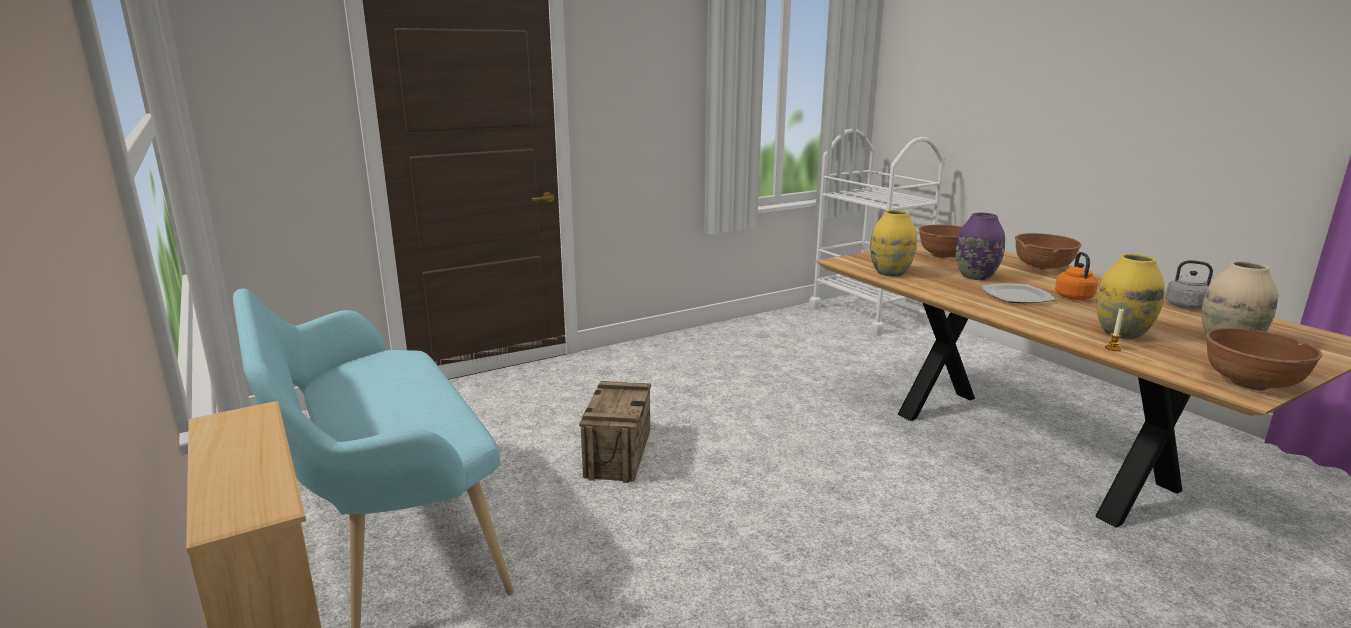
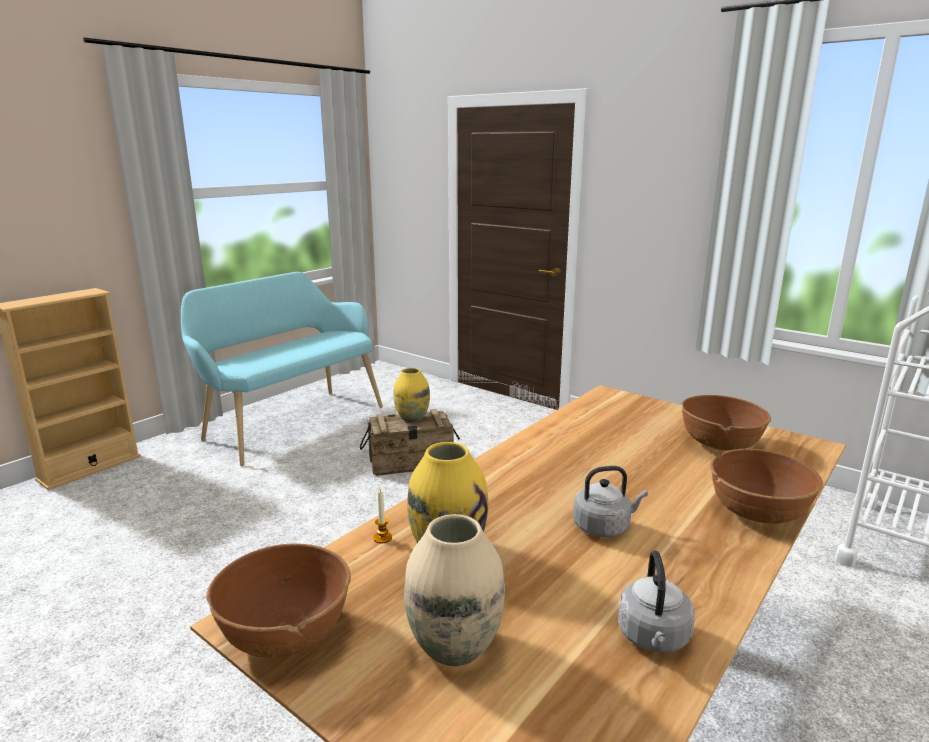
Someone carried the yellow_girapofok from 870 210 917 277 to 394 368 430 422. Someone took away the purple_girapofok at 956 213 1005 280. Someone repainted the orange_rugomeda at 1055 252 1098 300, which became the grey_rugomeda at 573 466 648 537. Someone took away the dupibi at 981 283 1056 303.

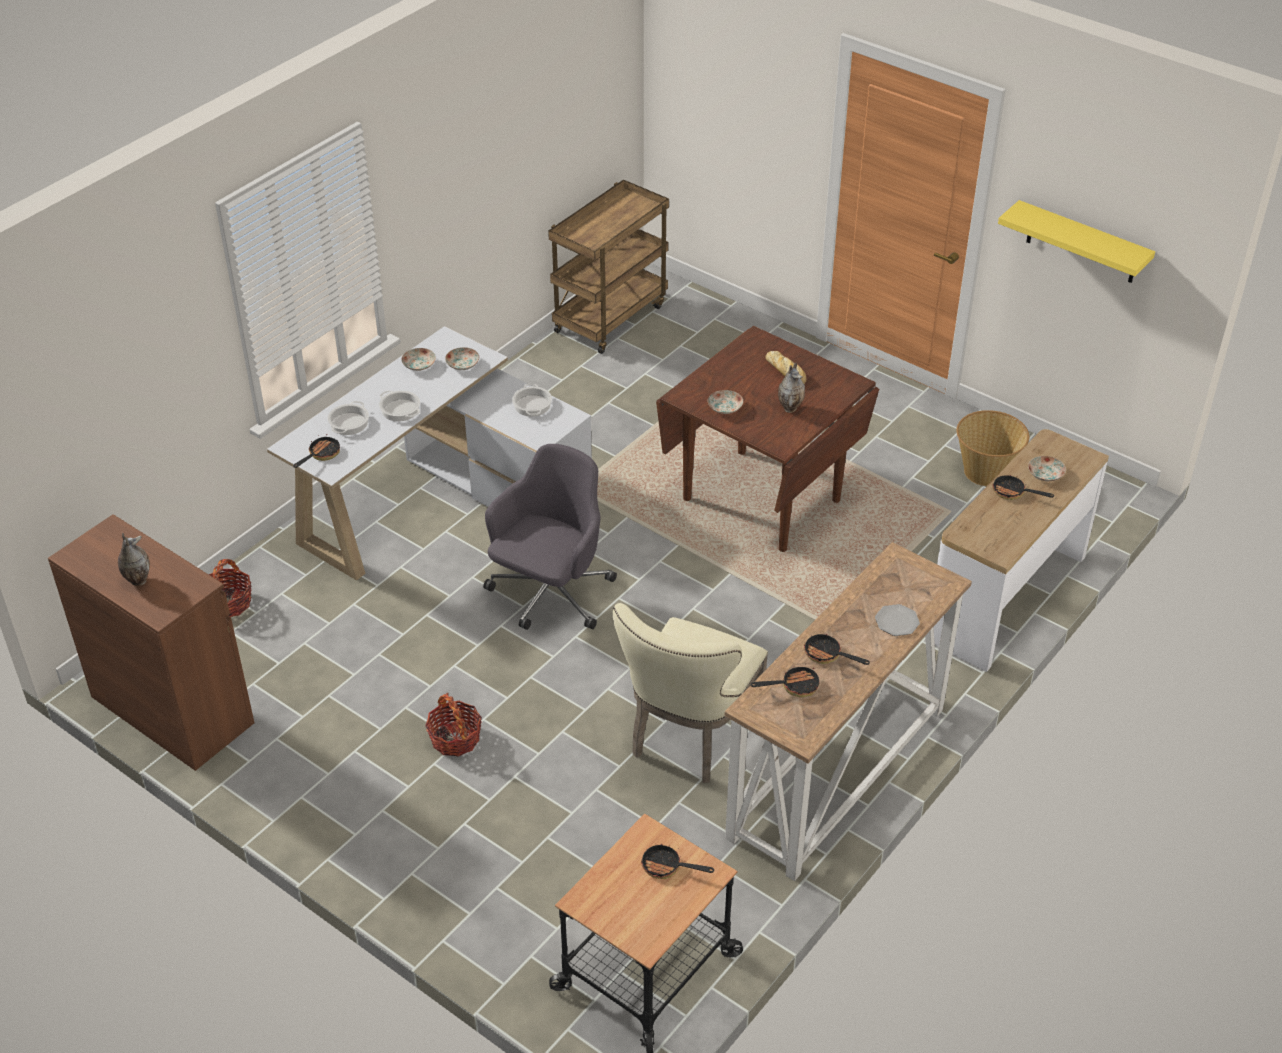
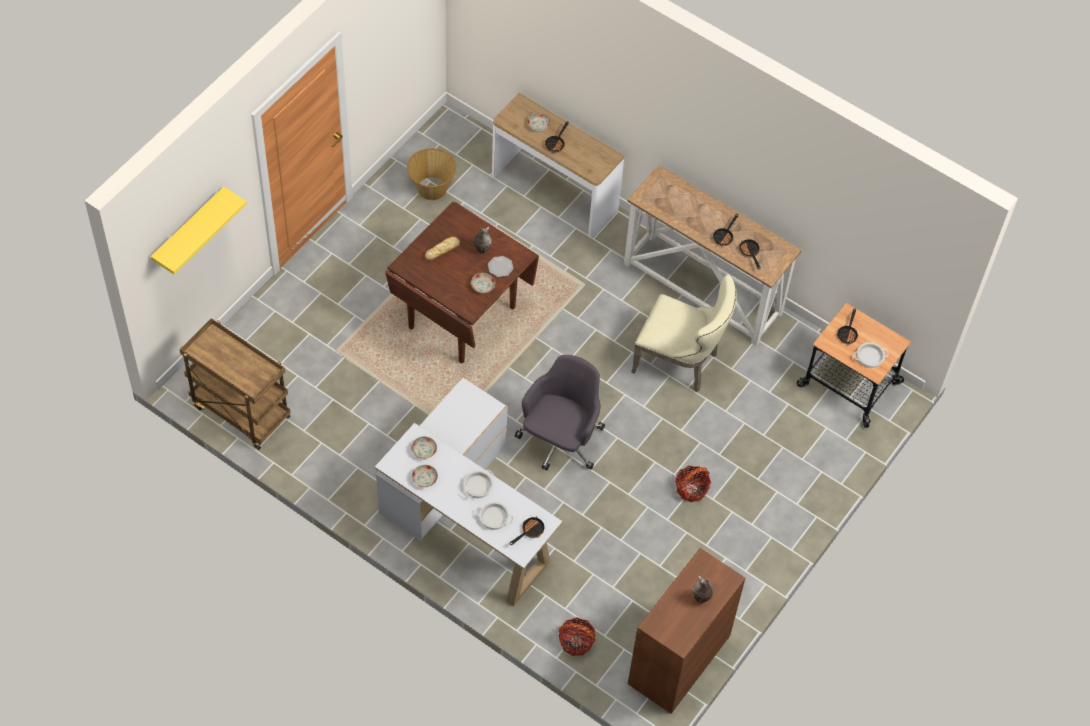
Someone carried the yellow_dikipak from 998 200 1155 283 to 151 187 247 274. Someone carried the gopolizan from 512 383 552 417 to 854 342 889 368. Someone rotated the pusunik at 293 434 340 468 by 105 degrees clockwise. Someone rotated the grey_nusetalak at 483 444 617 630 by 90 degrees clockwise. Someone carried the dupibi from 875 604 920 636 to 488 256 513 277.

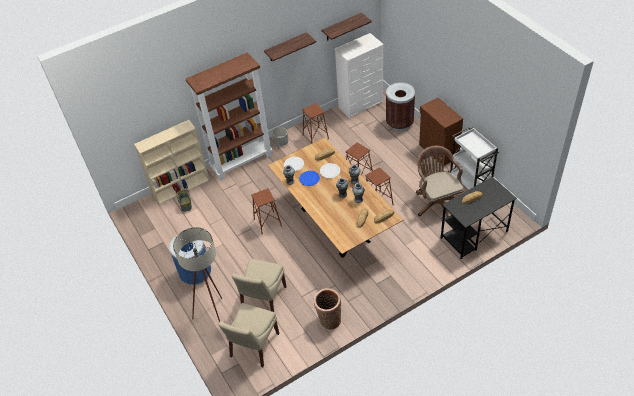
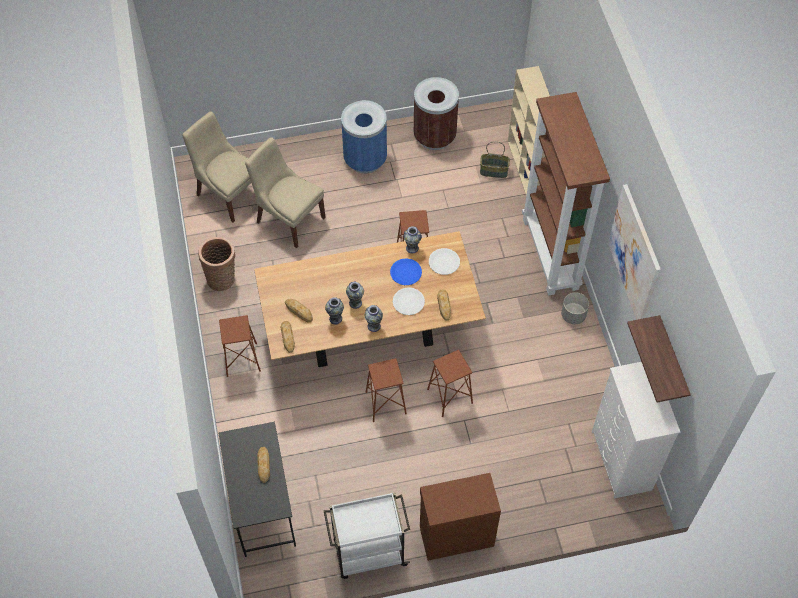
Someone swapped the dikipak at 264 32 316 61 for the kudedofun at 608 184 661 320. Someone carried the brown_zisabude from 386 82 415 131 to 413 77 459 150. Someone carried the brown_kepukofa from 302 103 329 144 to 219 315 261 377. Someone took away the brown_nusetalak at 416 146 464 217. Someone took away the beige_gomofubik at 173 227 222 322.

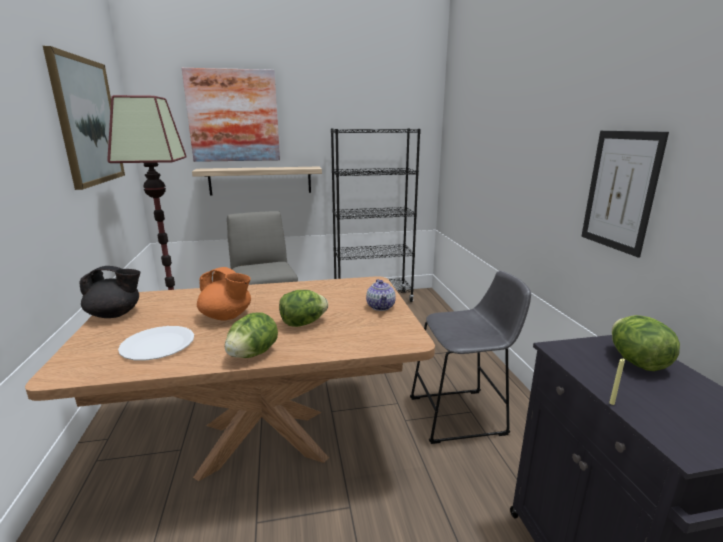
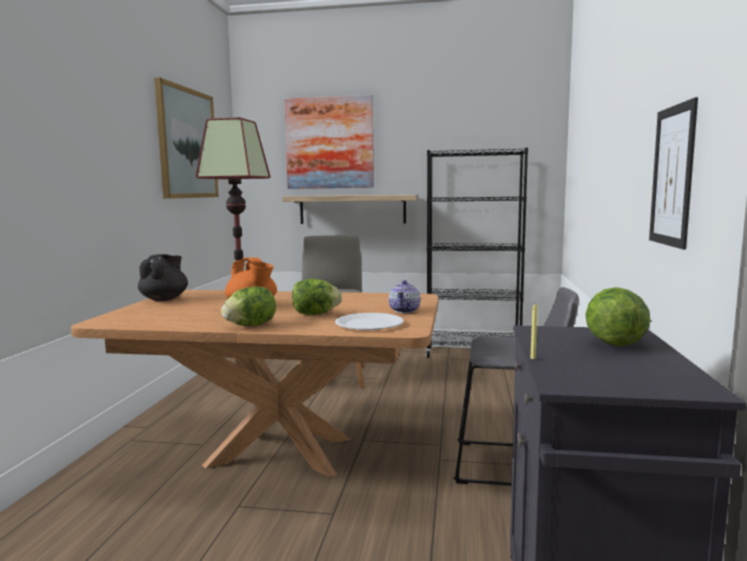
Someone rotated the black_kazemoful at 79 266 140 318 by 90 degrees counterclockwise. Someone carried the white_dupibi from 118 326 194 361 to 335 313 404 330.

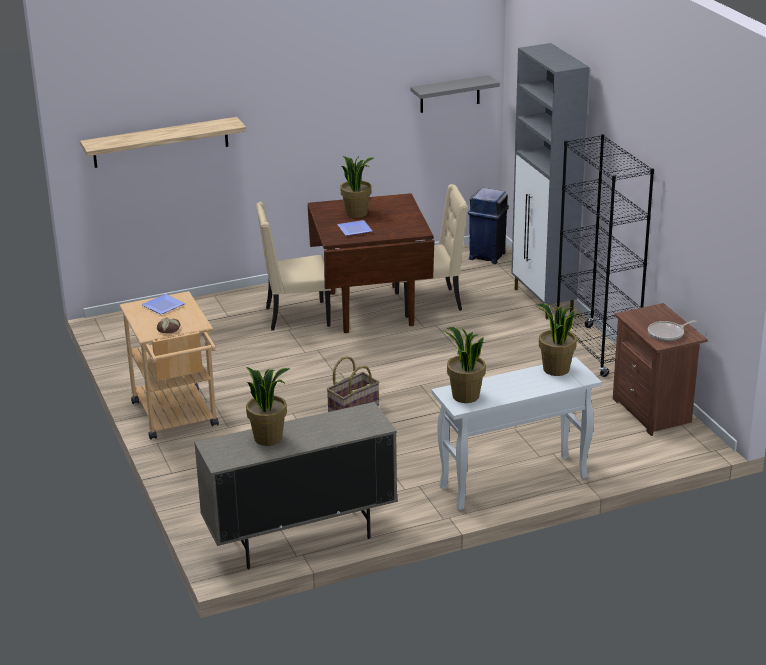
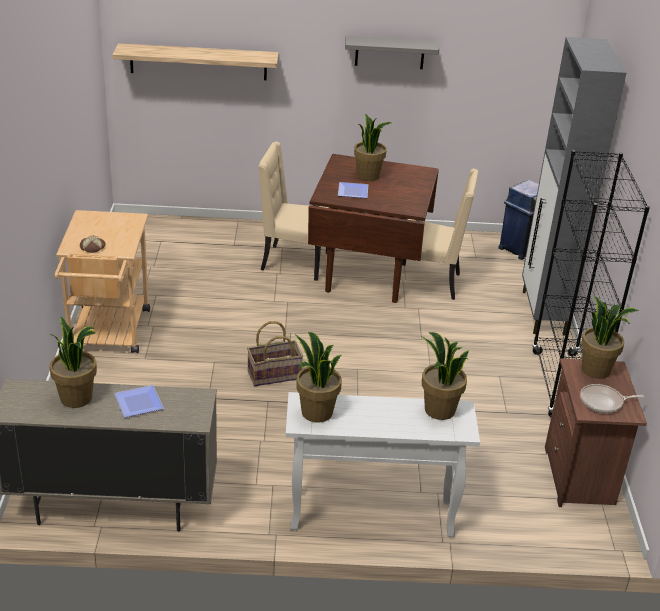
Someone carried the grey_dikipak from 411 75 500 113 to 345 36 439 69. Someone carried the dupibi from 142 294 185 314 to 114 385 164 417. Someone put down the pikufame at 581 296 639 379.

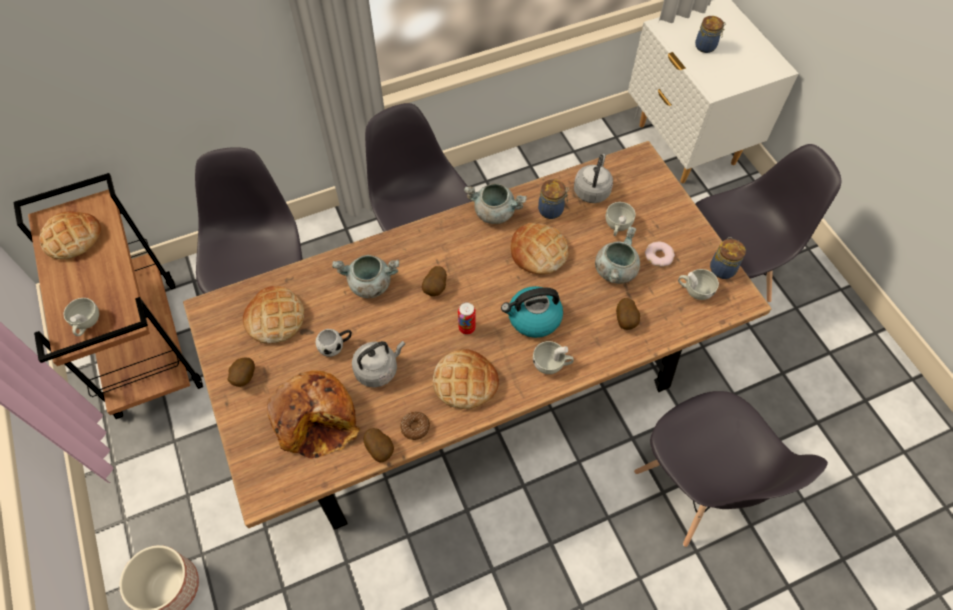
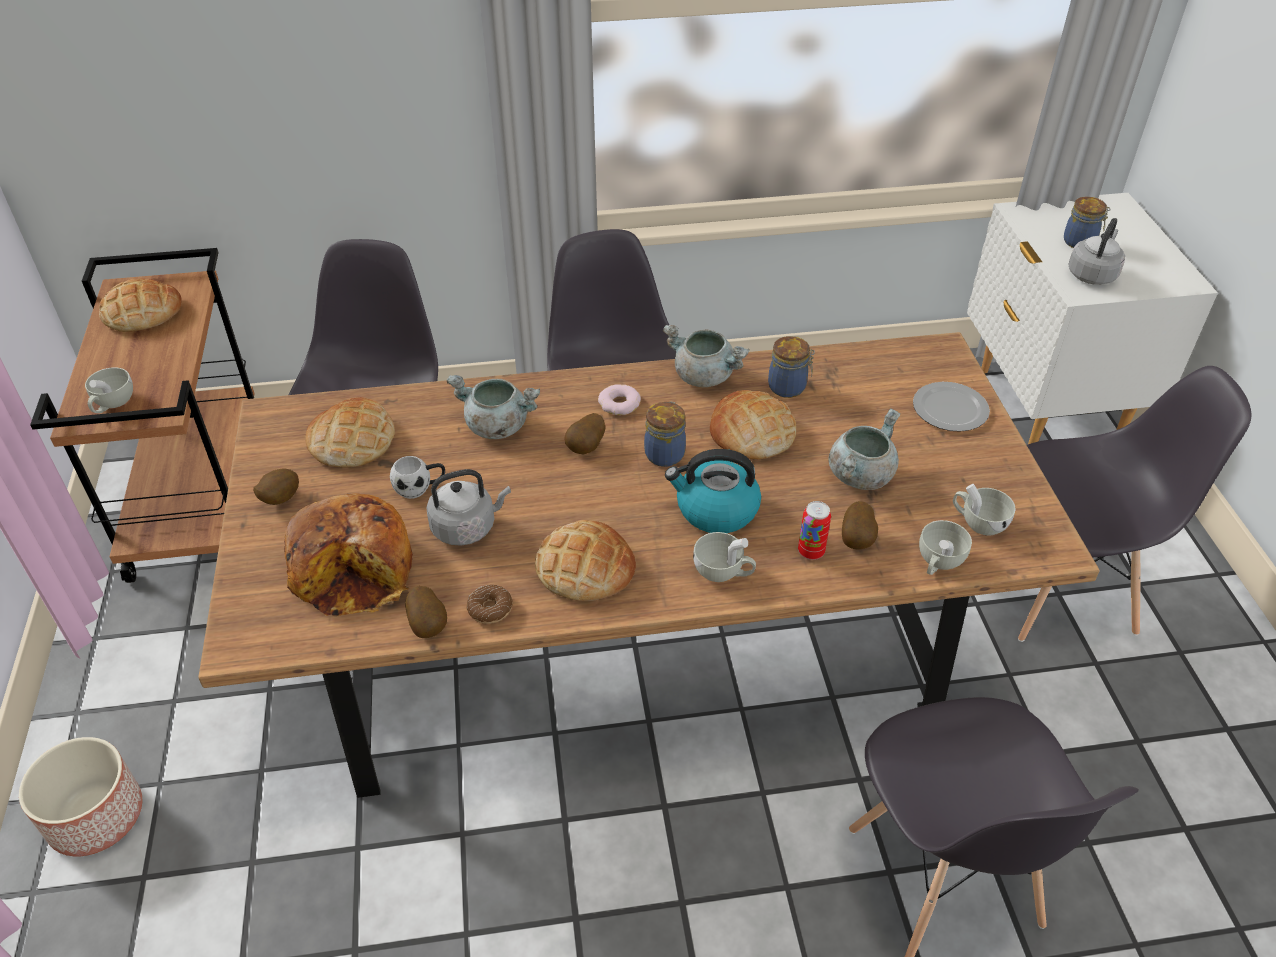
Someone carried the grey_rugomeda from 574 154 613 203 to 1068 218 1125 285. Someone carried the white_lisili from 606 202 636 236 to 919 520 972 575. Someone carried the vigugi from 710 237 746 279 to 644 401 686 467. Someone carried the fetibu from 645 241 675 267 to 598 384 641 415. Someone carried the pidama from 458 302 476 335 to 798 501 831 560. Someone put down the dupibi at 913 382 990 432.

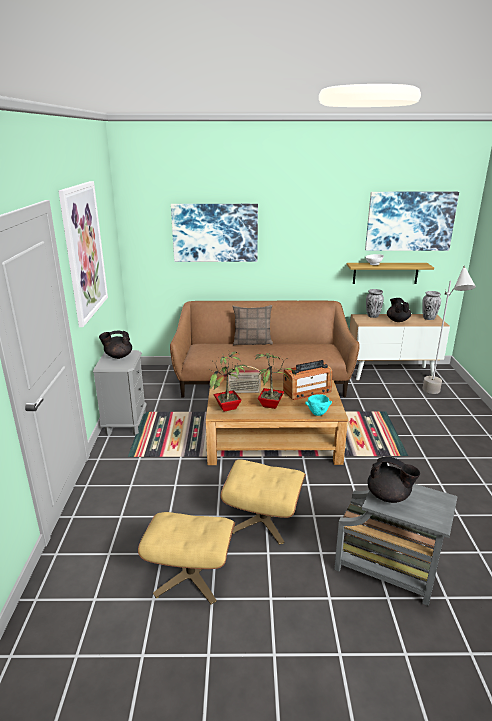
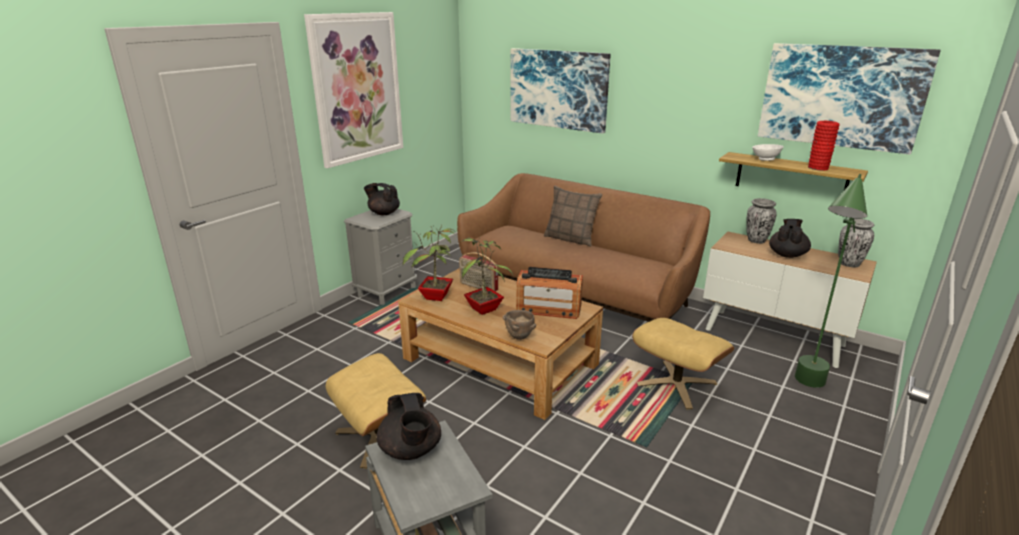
Someone repainted the grey_gomofubik at 422 266 476 394, which became the green_gomofubik at 795 174 867 388. Someone repainted the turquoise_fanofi at 305 394 332 416, which became the brown_fanofi at 503 310 536 340. Someone carried the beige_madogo from 138 512 235 605 to 632 318 734 409. Someone put down the red_girapofok at 808 121 840 171.

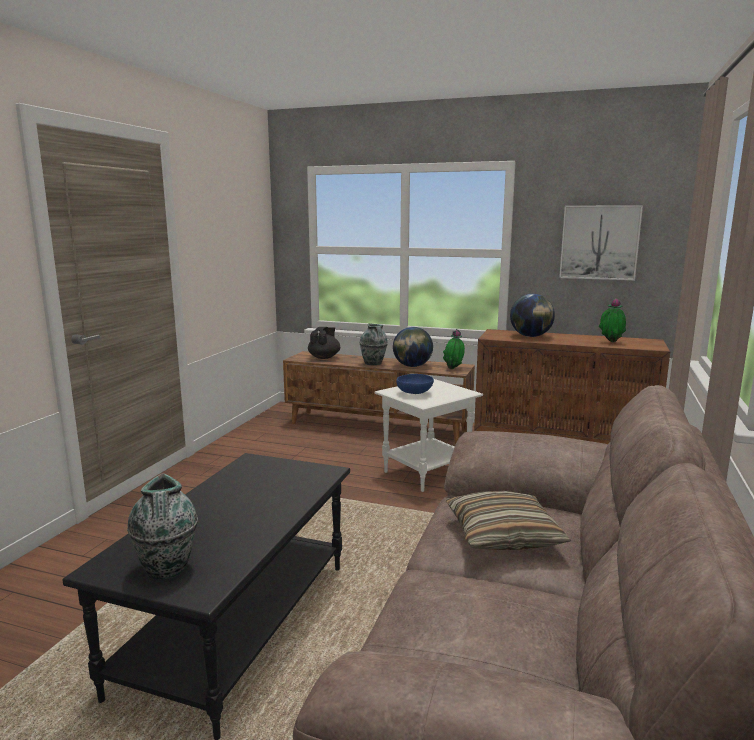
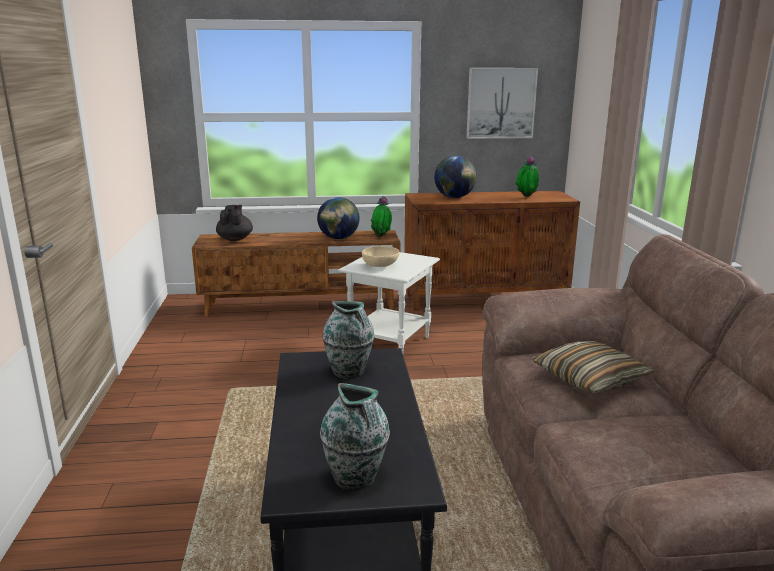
Someone carried the girapofok from 360 323 388 365 to 322 301 374 378. Someone repainted the blue_fanofi at 396 374 434 394, which became the beige_fanofi at 362 246 399 267.

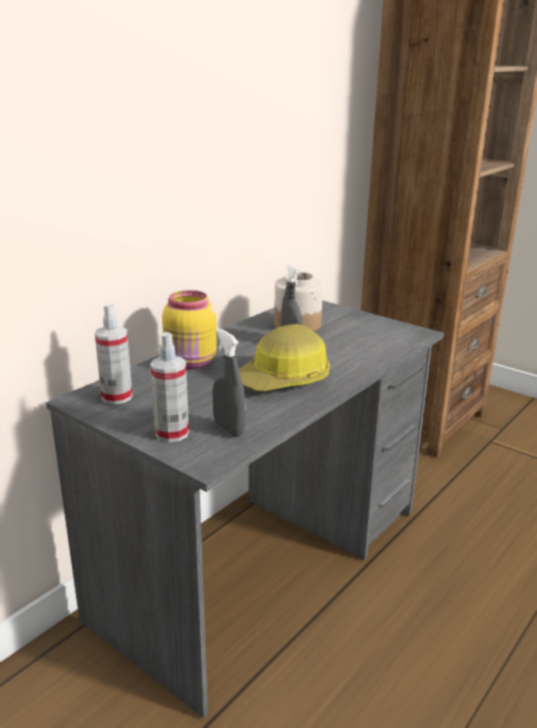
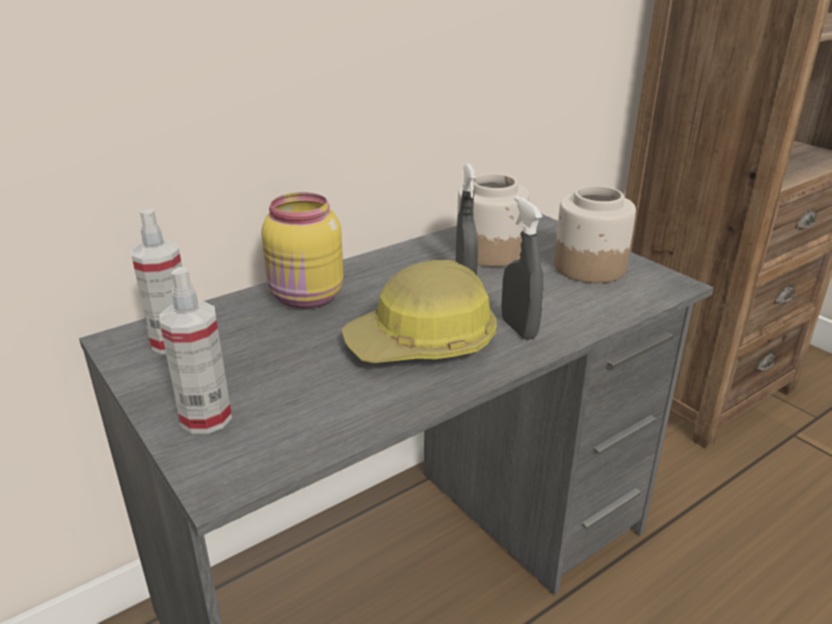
Someone carried the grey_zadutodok from 212 328 246 437 to 501 196 543 340. Someone put down the vigugi at 554 186 636 283.

